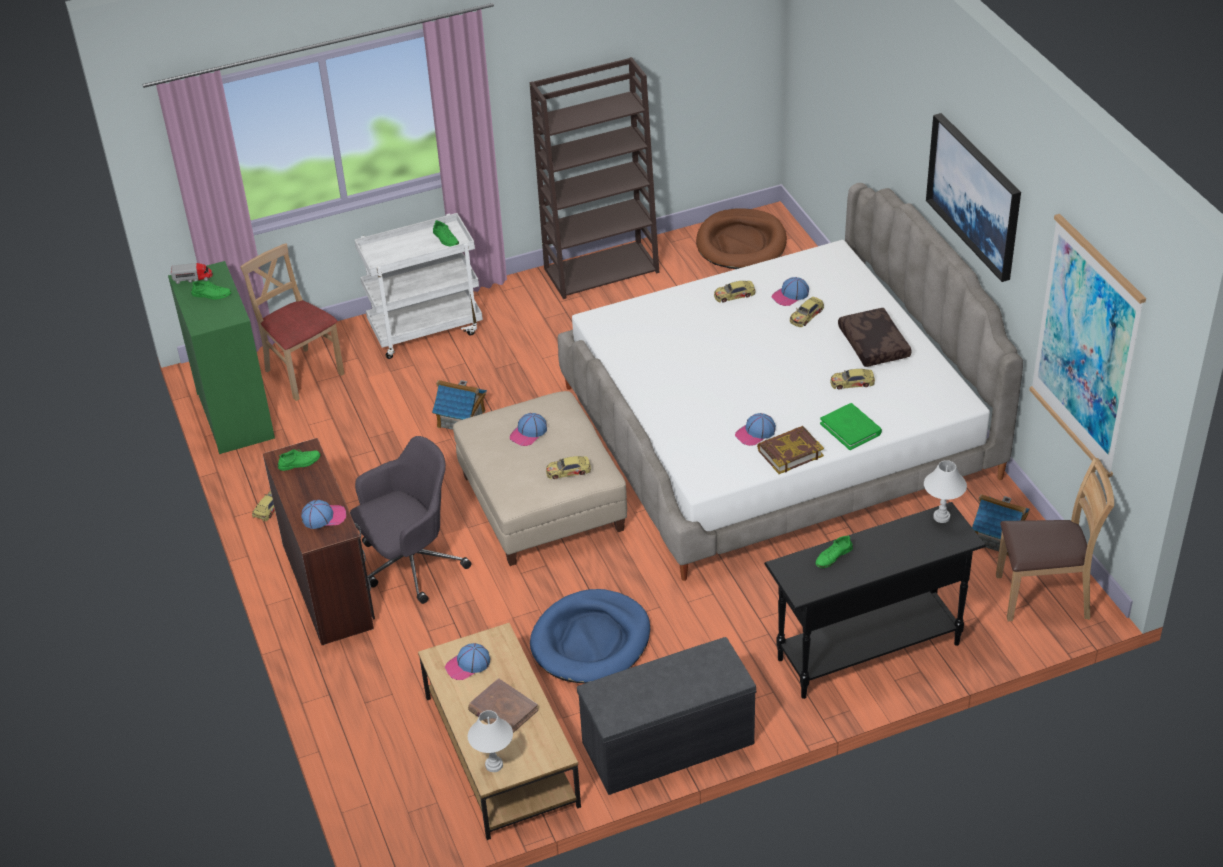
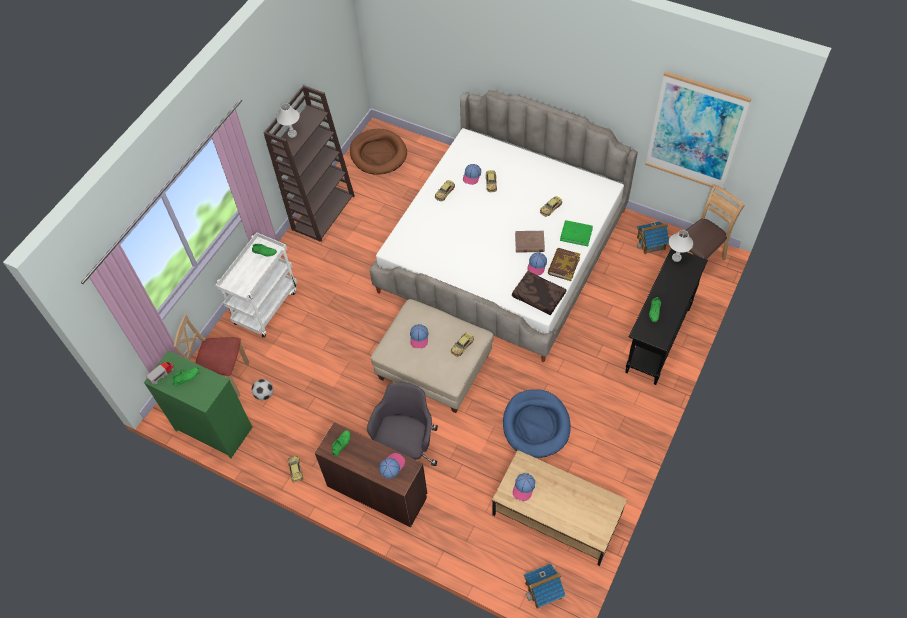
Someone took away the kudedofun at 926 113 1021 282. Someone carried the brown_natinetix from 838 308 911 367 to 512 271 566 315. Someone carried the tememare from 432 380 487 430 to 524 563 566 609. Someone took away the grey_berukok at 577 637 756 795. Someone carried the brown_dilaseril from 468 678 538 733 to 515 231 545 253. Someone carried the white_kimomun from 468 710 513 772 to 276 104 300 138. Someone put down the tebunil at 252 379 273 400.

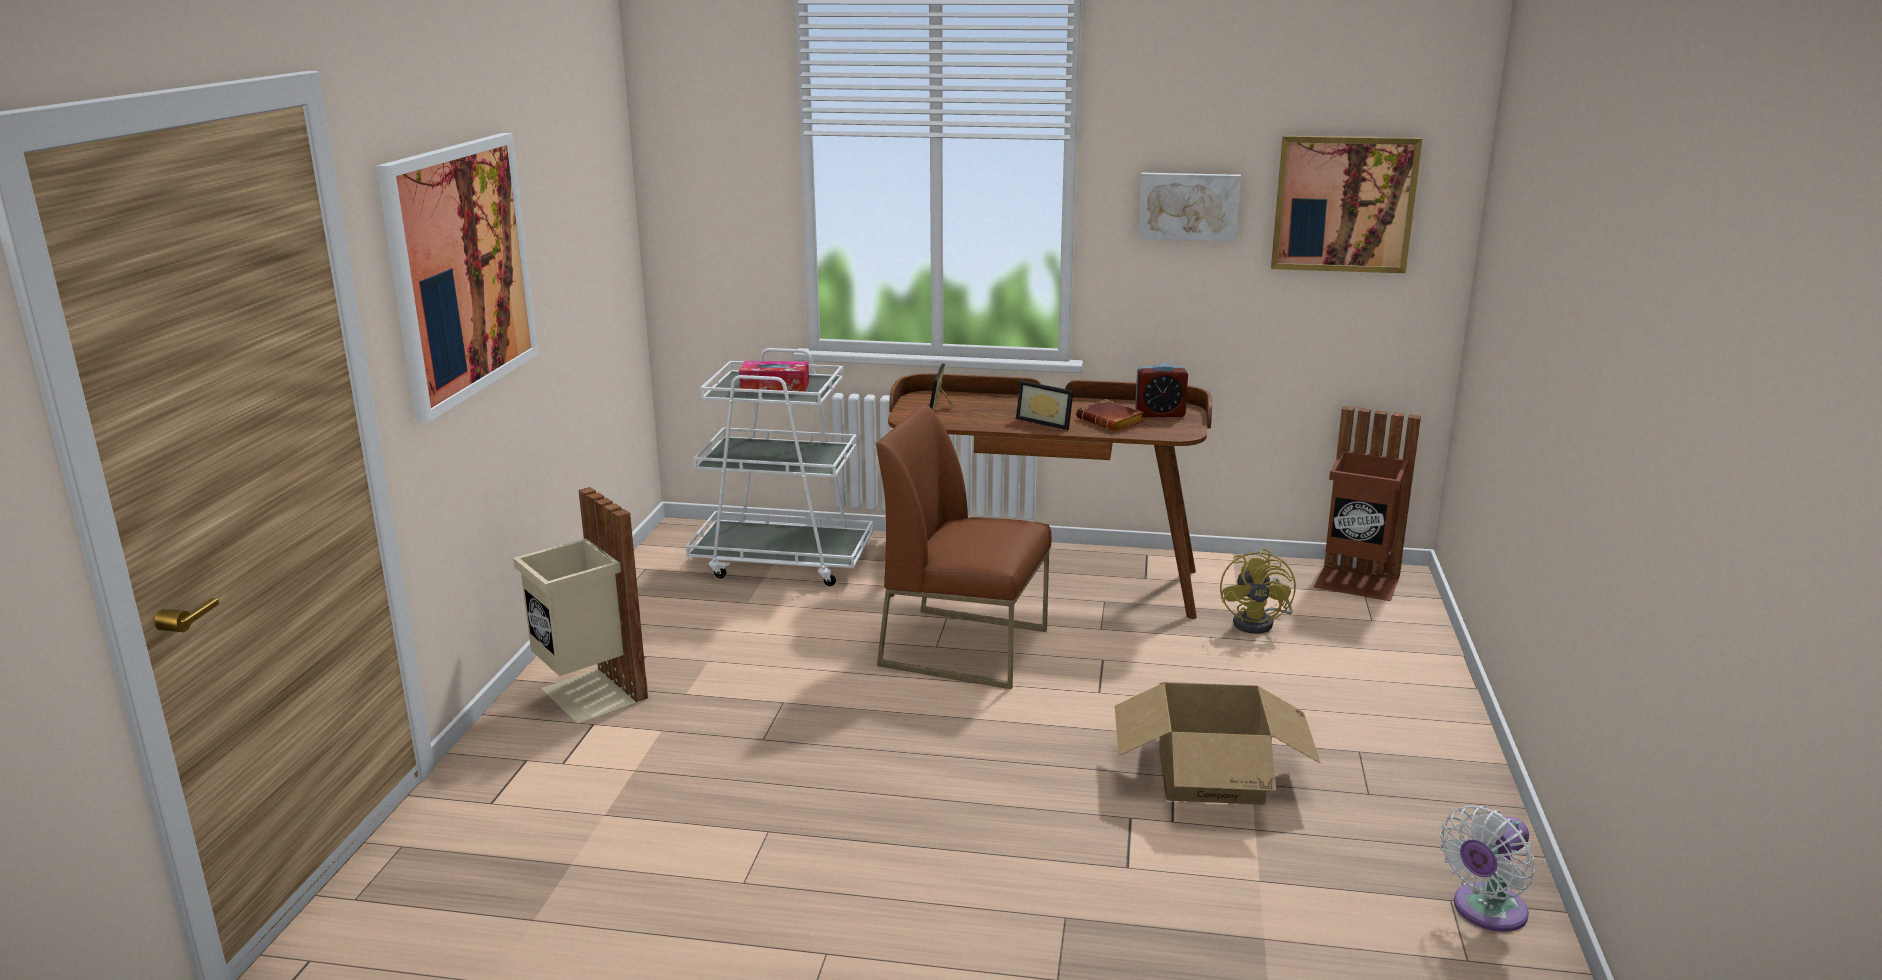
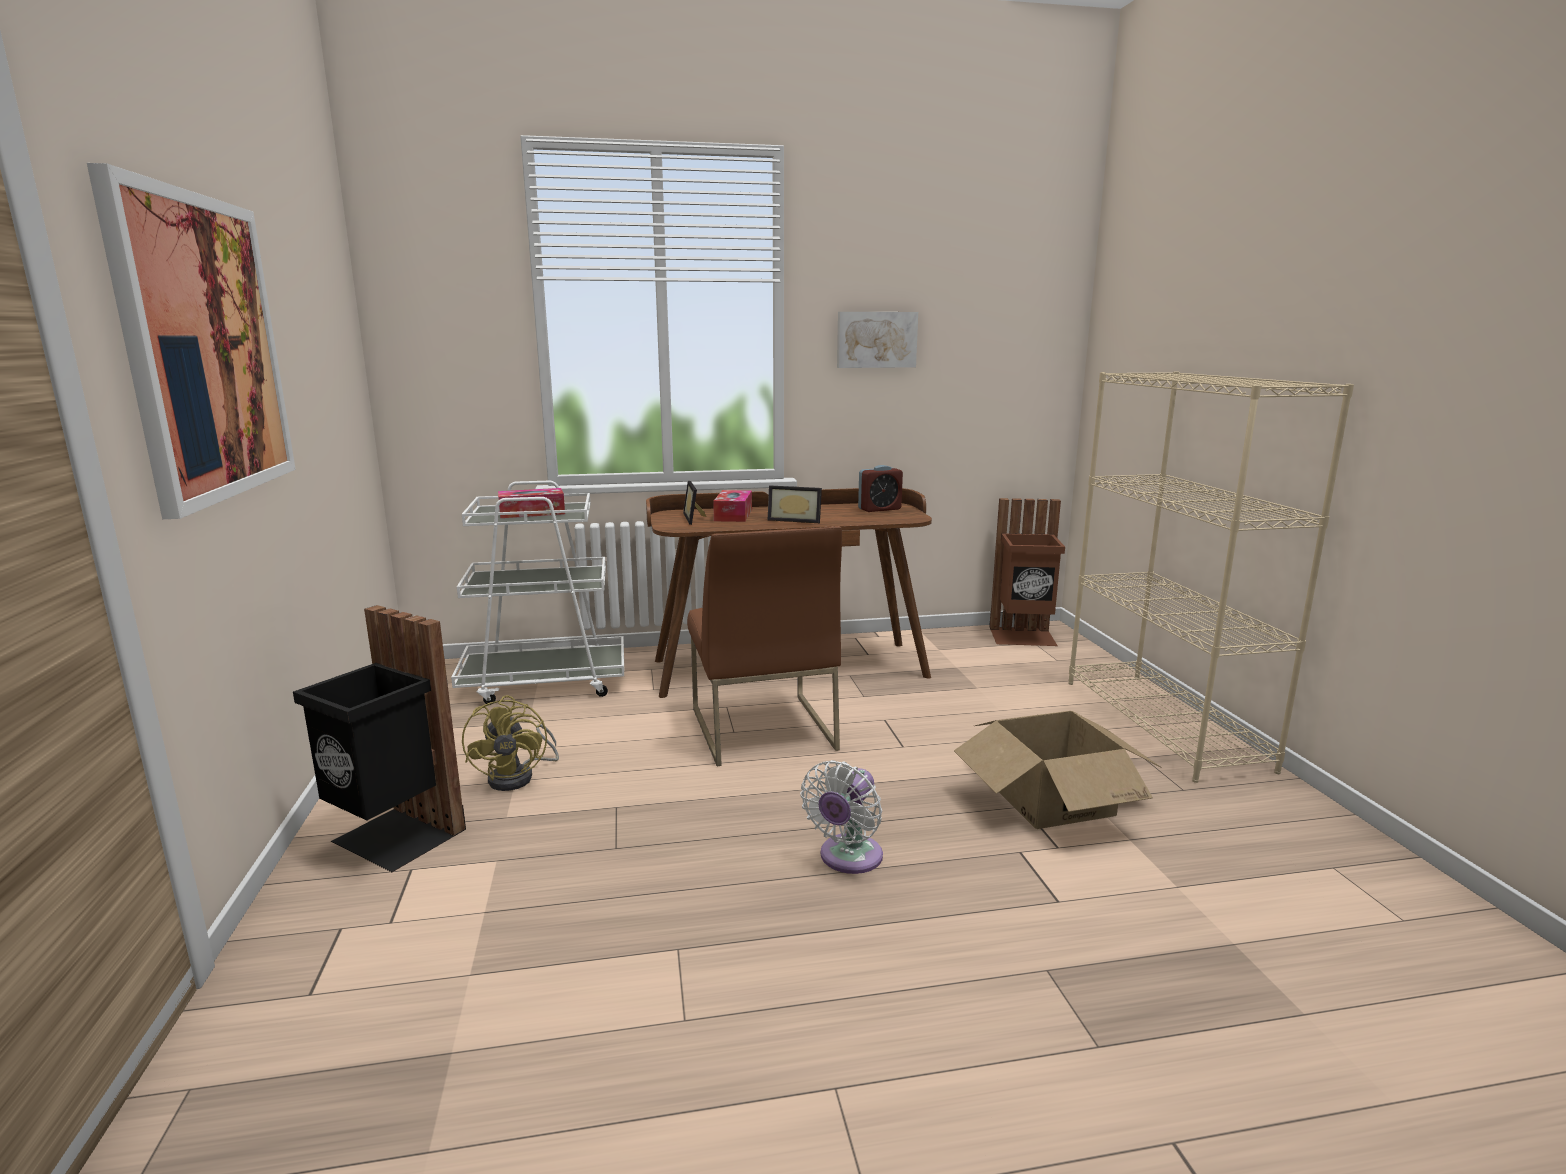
Someone took away the kudedofun at 1271 135 1422 273. Someone took away the brown_dilaseril at 1076 399 1144 431. Someone rotated the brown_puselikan at 876 404 1052 689 by 105 degrees counterclockwise. Someone repainted the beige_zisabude at 513 487 649 724, which became the black_zisabude at 293 605 466 872. Someone carried the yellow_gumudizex from 1220 548 1296 634 to 462 695 559 791. Someone carried the white_gumudizex from 1440 805 1535 932 to 800 760 883 874. Someone put down the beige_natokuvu at 1068 371 1354 783. Someone put down the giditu at 713 490 752 522.

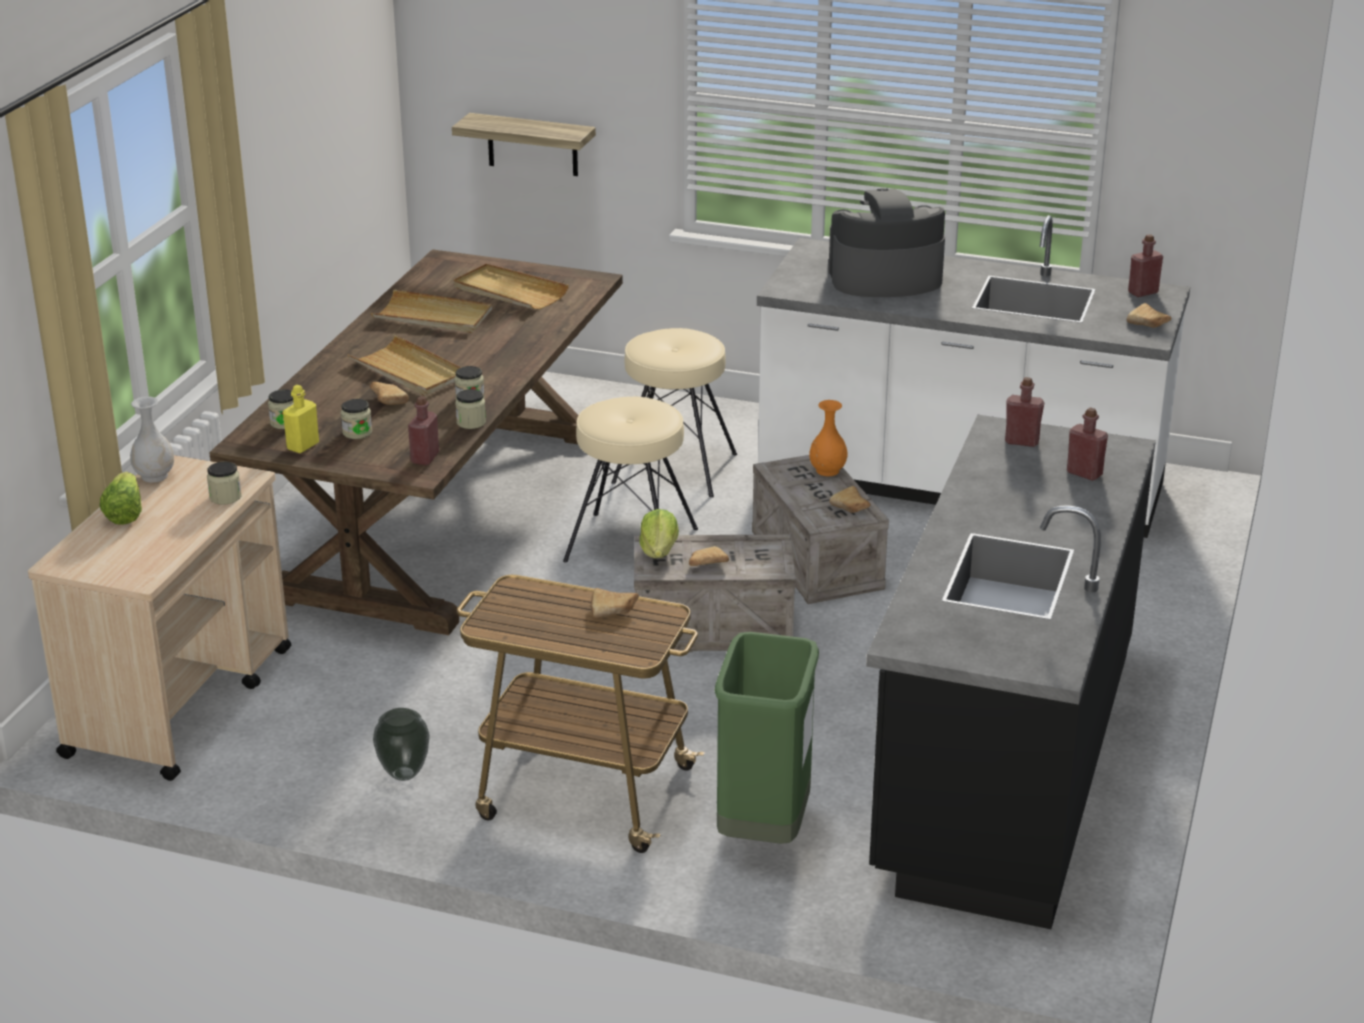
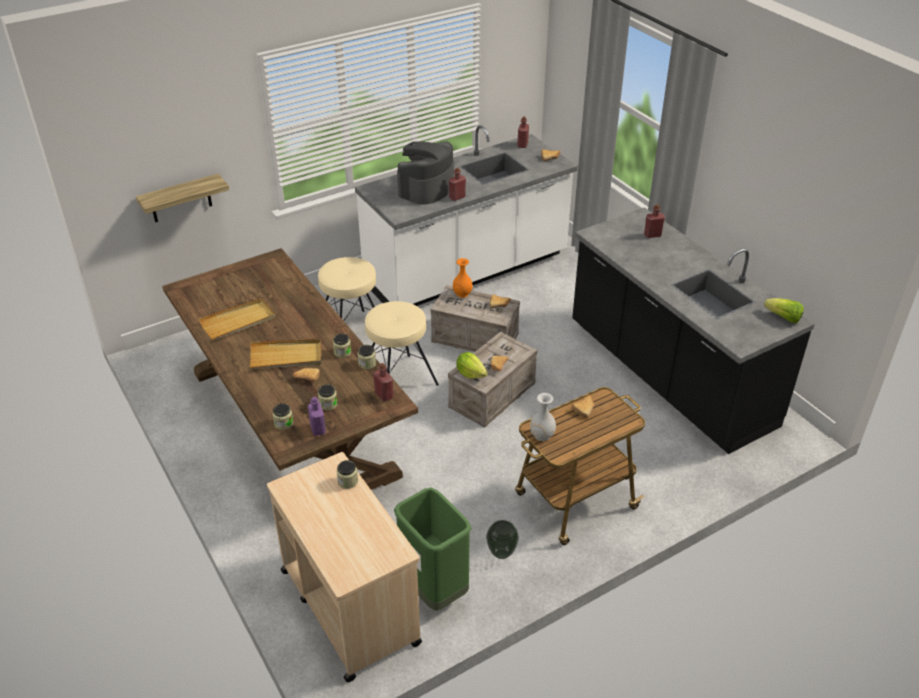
Someone took away the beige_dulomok at 454 263 569 309. Someone carried the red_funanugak from 1005 377 1044 447 to 449 168 466 201. Someone repainted the yellow_funanugak at 283 385 319 453, which became the purple_funanugak at 308 397 326 436. Someone carried the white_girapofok from 130 396 174 483 to 530 393 556 441. Someone carried the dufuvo from 100 472 142 525 to 764 298 804 323. Someone carried the green_zisabude from 714 632 819 844 to 394 488 472 611.

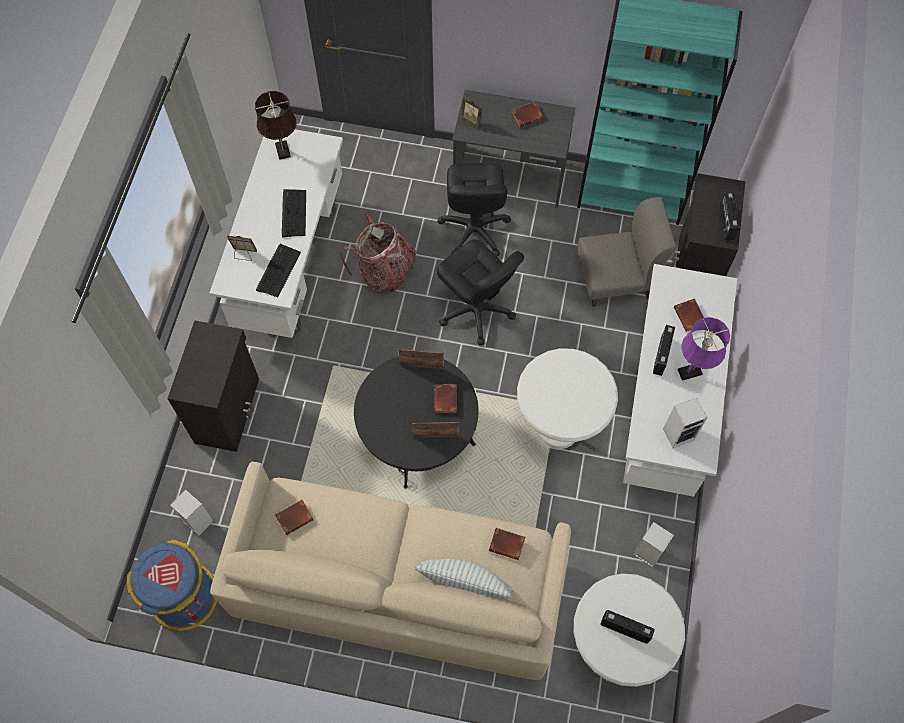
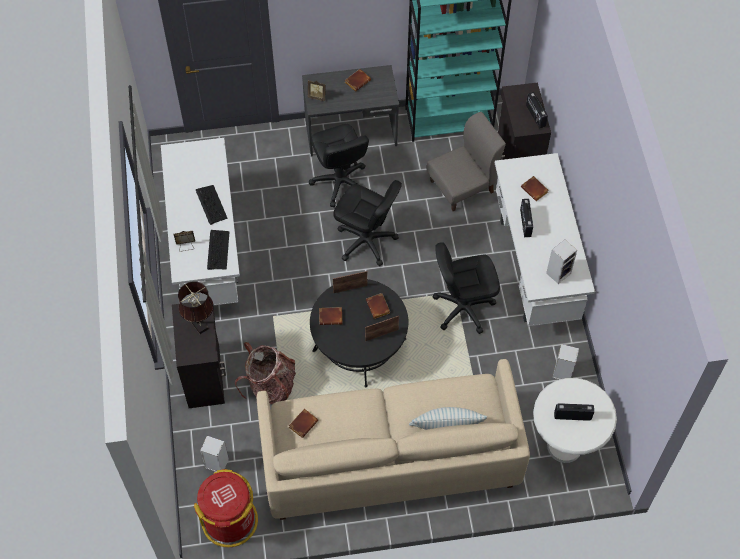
Someone carried the brown_kimomun from 255 91 296 160 to 178 281 213 334. Someone carried the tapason from 340 212 416 292 to 235 342 296 405. Someone took away the purple_kimomun at 677 317 730 381. Someone swapped the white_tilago at 517 348 618 449 for the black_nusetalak at 432 242 500 334. Someone carried the brown_dilaseril from 489 528 525 560 to 319 307 342 325. Someone repainted the blue_zisabude at 126 540 217 631, which became the red_zisabude at 194 469 258 547.

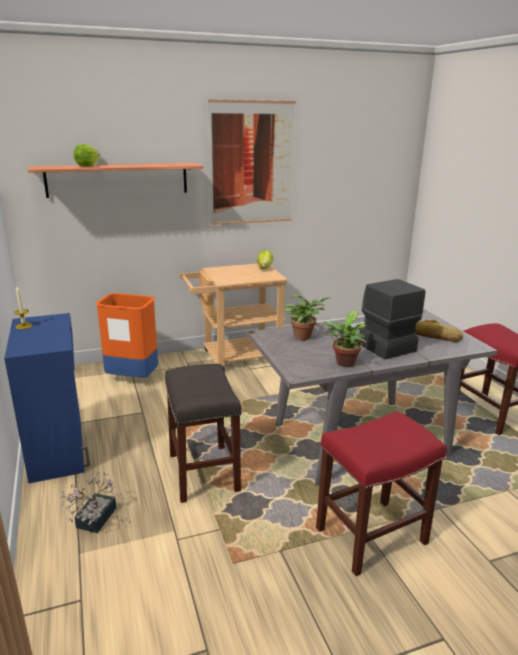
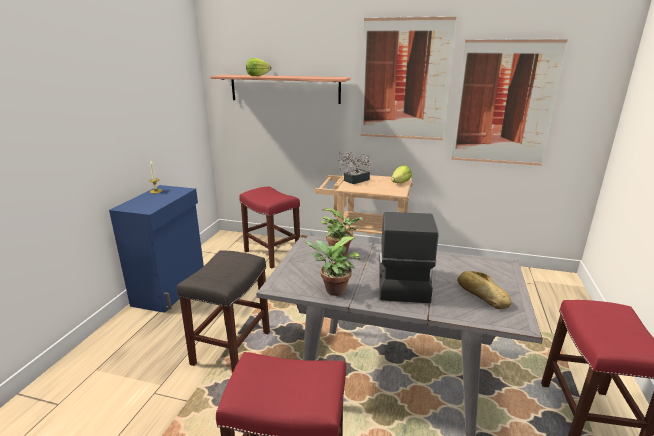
Someone swapped the orange_zisabude at 95 293 158 378 for the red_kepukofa at 239 187 300 268. Someone carried the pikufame from 61 472 116 533 to 338 151 371 184. Someone put up the kudedofun at 451 39 568 166.

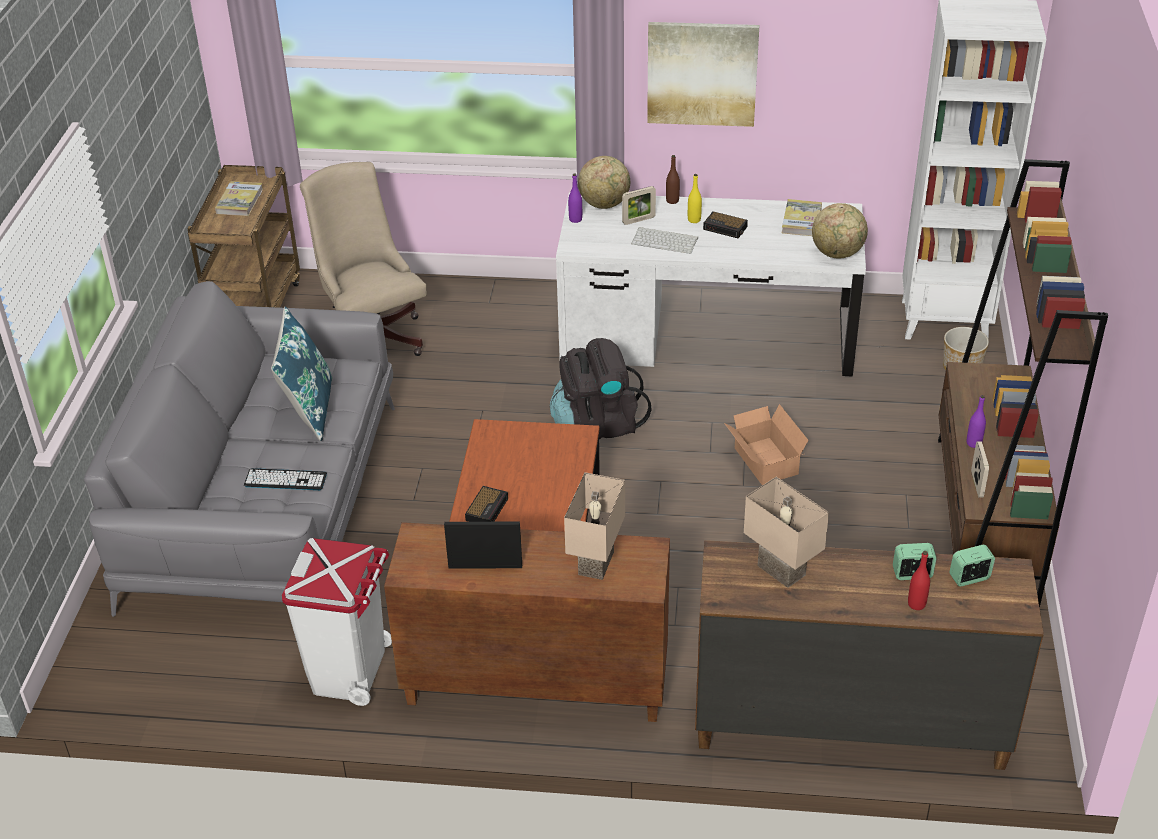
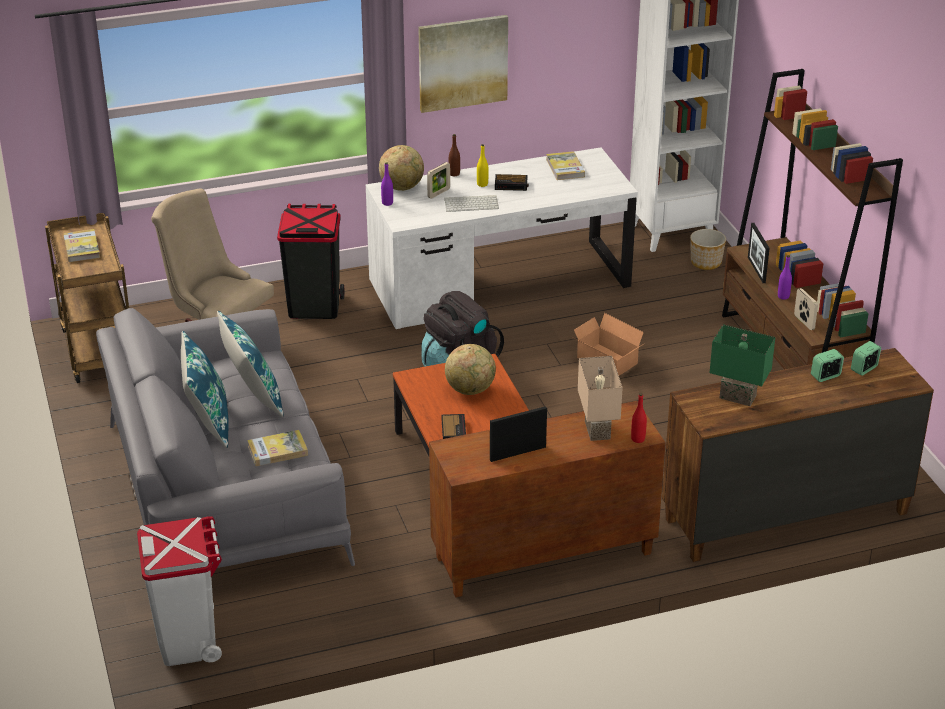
Someone carried the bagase from 812 203 868 258 to 445 344 496 395. Someone swapped the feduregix at 244 468 327 490 for the dilaseril at 247 430 308 466. Someone repainted the beige_kimomun at 744 477 829 588, which became the green_kimomun at 709 324 775 406. Someone carried the white_zisabude from 282 538 392 706 to 137 516 222 666. Someone carried the red_funanugak from 908 551 930 610 to 631 393 647 443. Someone put down the black_zisabude at 277 204 344 319. Someone put down the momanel at 748 223 770 283. Someone put down the blue_natinetix at 181 331 229 448.

